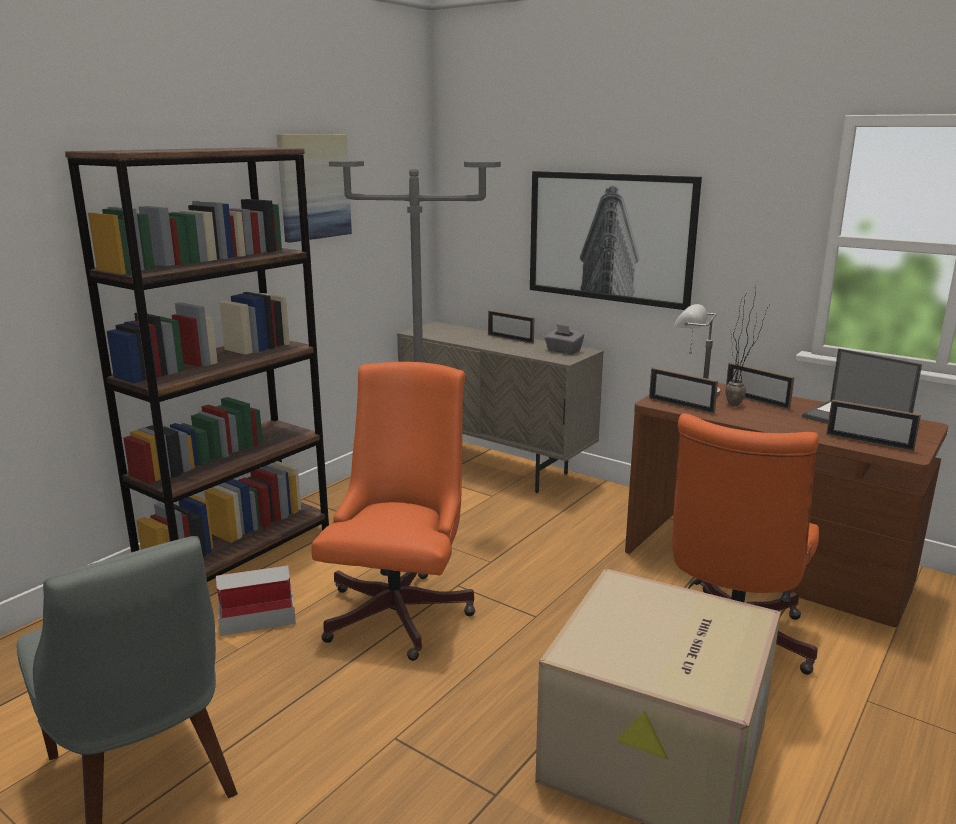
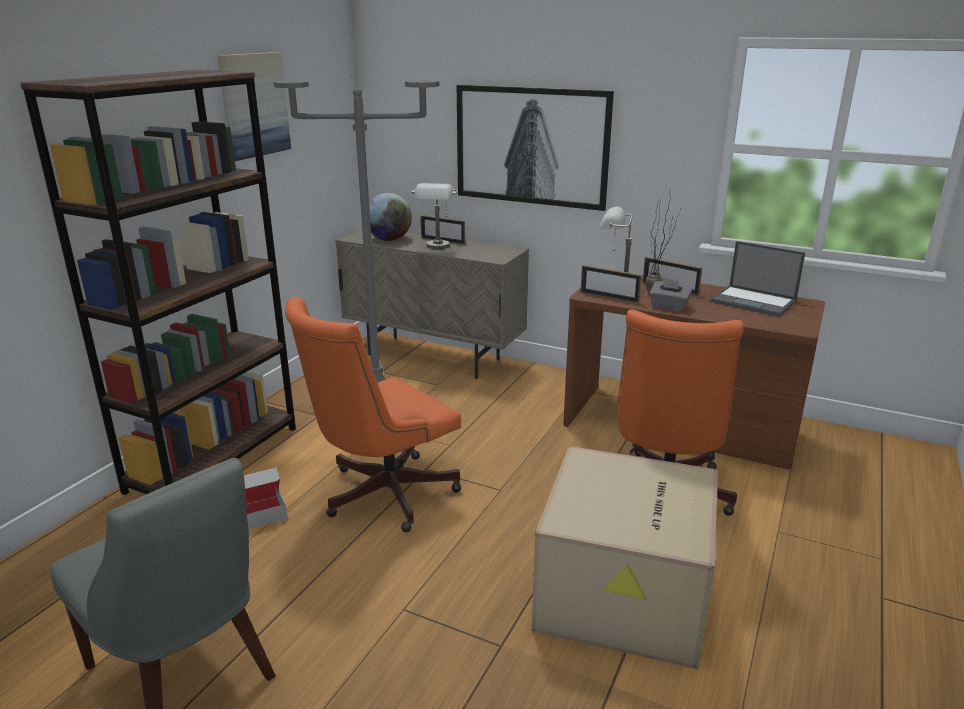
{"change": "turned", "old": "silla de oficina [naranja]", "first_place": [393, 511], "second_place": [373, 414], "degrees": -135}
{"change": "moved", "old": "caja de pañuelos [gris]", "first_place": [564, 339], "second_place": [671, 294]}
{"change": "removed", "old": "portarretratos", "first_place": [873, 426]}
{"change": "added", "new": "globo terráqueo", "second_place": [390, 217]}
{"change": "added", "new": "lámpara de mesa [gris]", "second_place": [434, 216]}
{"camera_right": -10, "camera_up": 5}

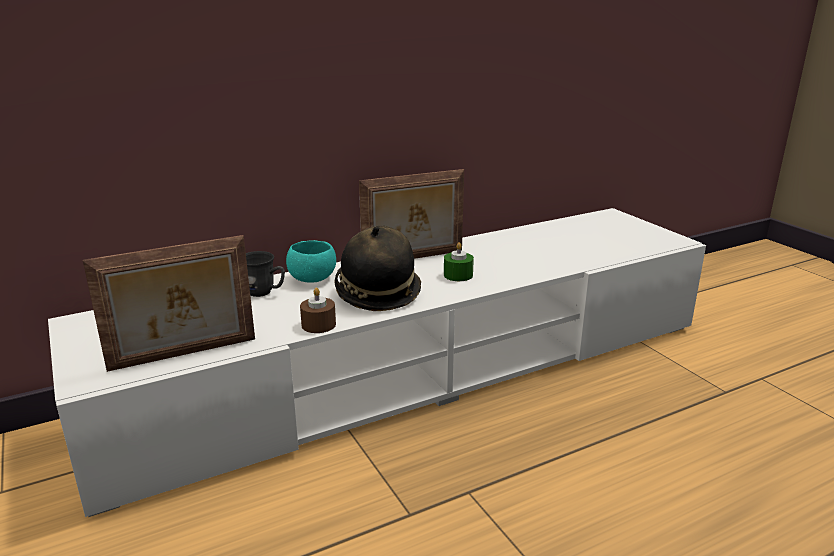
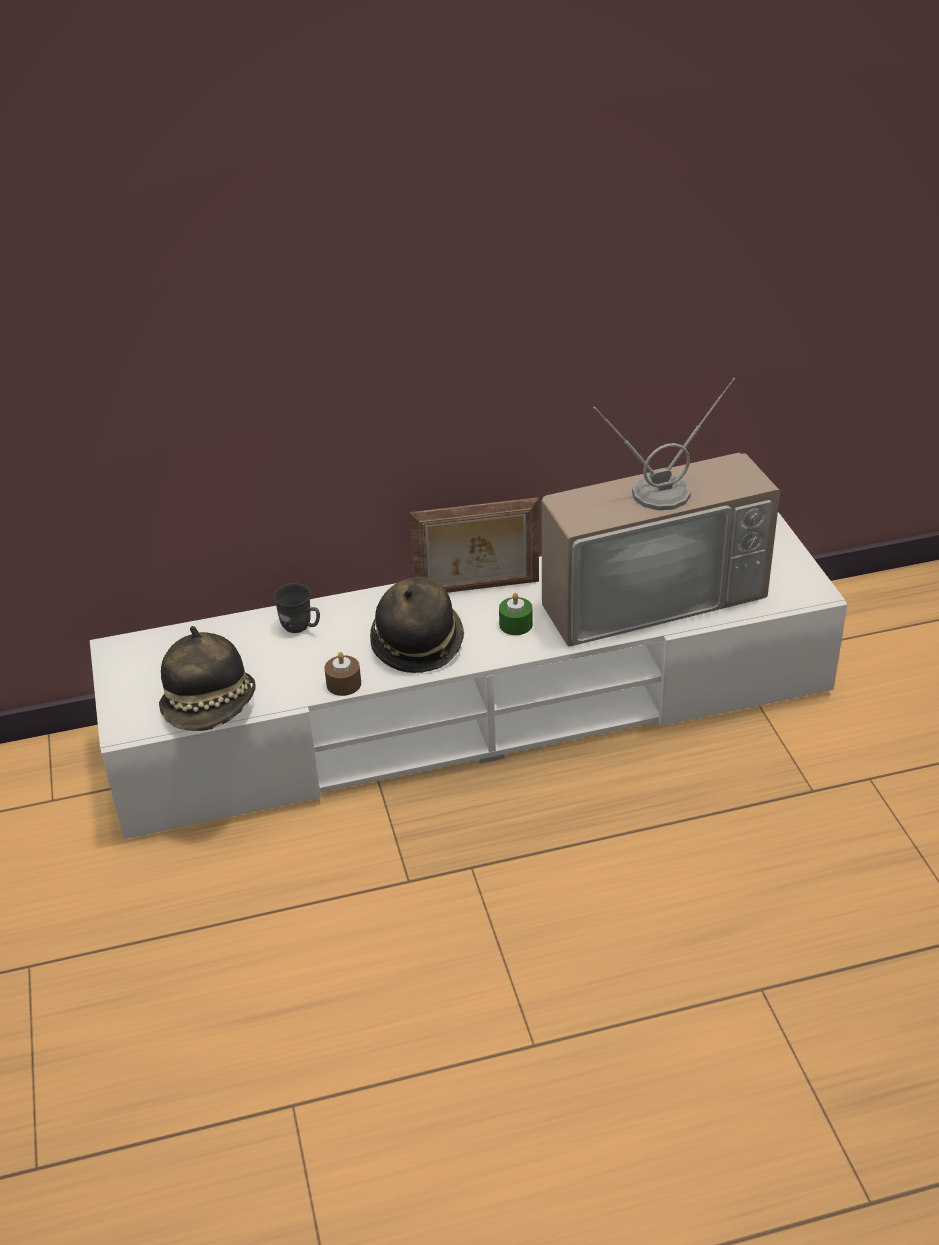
{"change": "replaced", "old": "portarretratos", "new": "sombrero", "first_place": [169, 303], "second_place": [207, 678]}
{"change": "removed", "old": "cuenco [turquesa]", "first_place": [311, 261]}
{"change": "added", "new": "televisor", "second_place": [661, 512]}
{"camera_right": 15, "camera_up": 15}

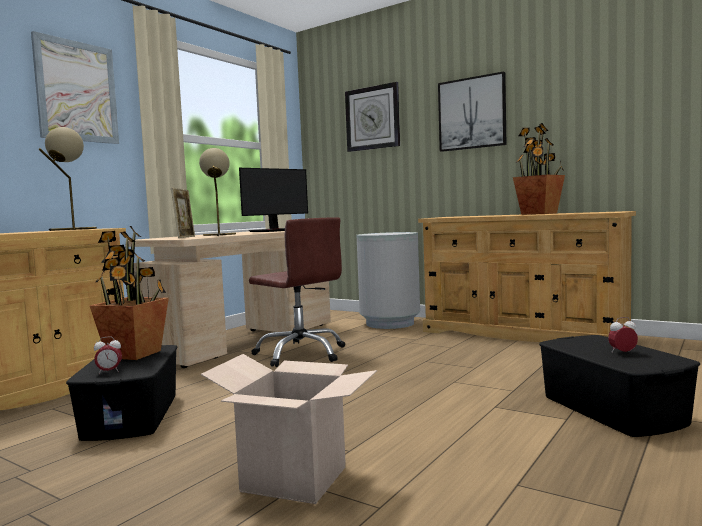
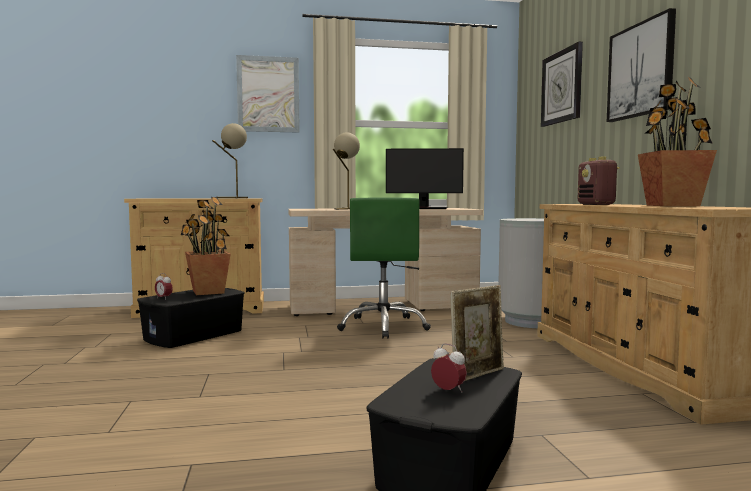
{"change": "moved", "old": "portarretratos", "first_place": [183, 212], "second_place": [477, 333]}
{"change": "removed", "old": "caja de cartón", "first_place": [289, 429]}
{"change": "recoloured", "old": "silla de oficina [marrón]", "new": "silla de oficina [verde]", "first_place": [297, 292], "second_place": [384, 268]}
{"change": "added", "new": "radio", "second_place": [599, 181]}
{"camera_right": 45, "camera_up": 0}

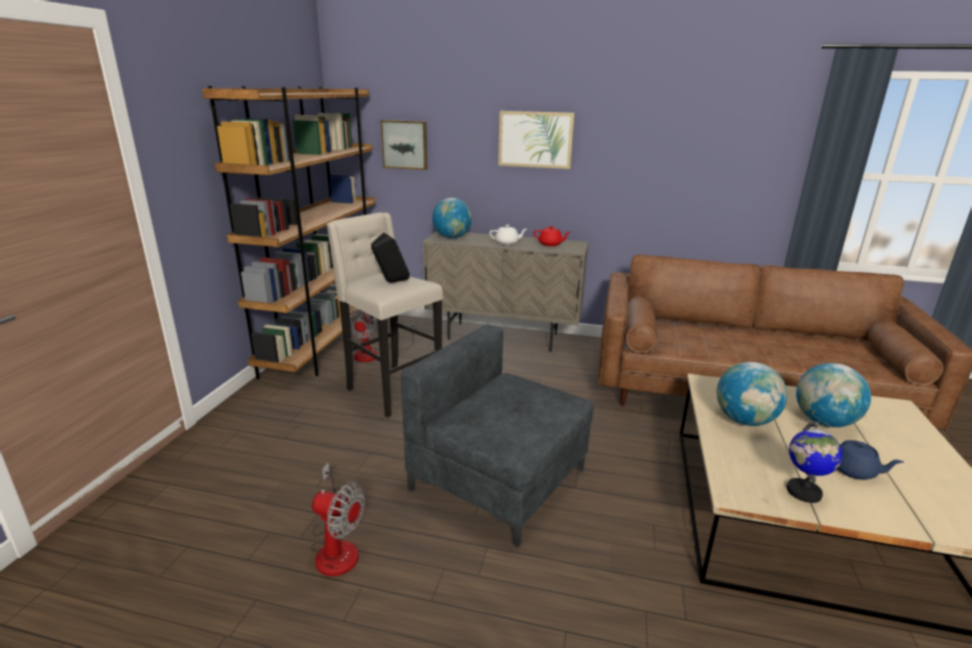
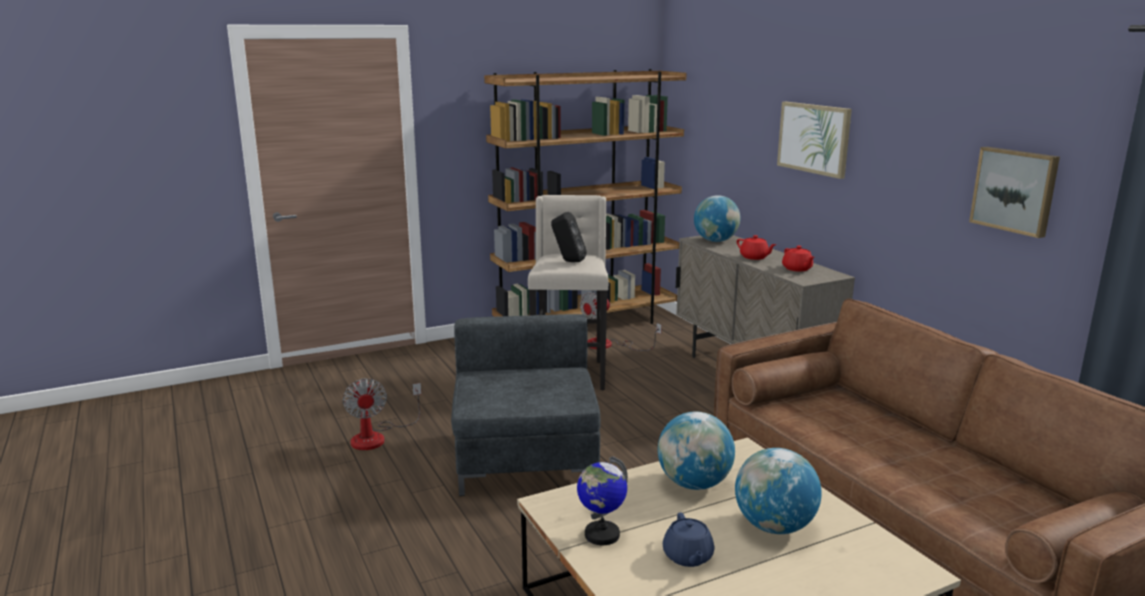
{"change": "moved", "old": "cuadro", "first_place": [404, 145], "second_place": [1014, 192]}
{"change": "recoloured", "old": "tetera [blanco]", "new": "tetera [rojo]", "first_place": [508, 235], "second_place": [757, 247]}
{"camera_right": 50, "camera_up": -5}

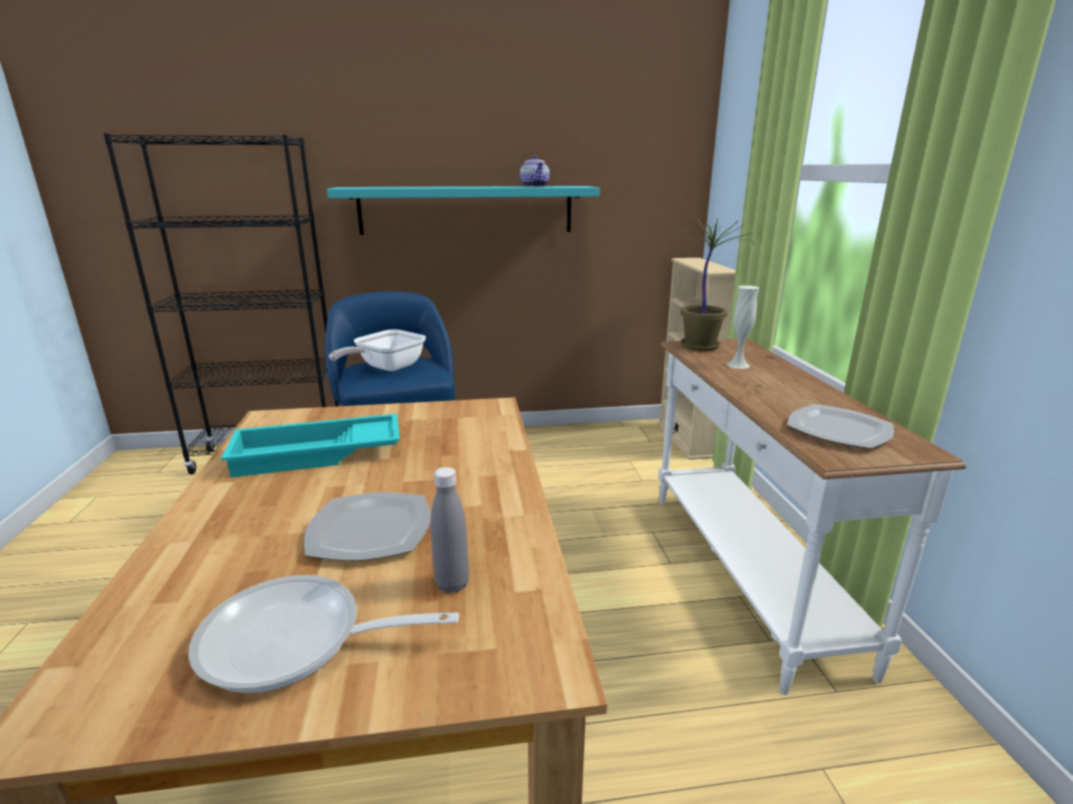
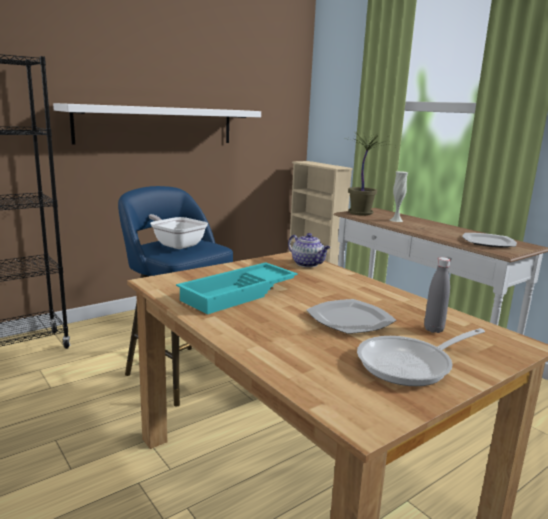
{"change": "recoloured", "old": "estante [turquesa]", "new": "estante [blanco]", "first_place": [463, 210], "second_place": [157, 123]}
{"change": "turned", "old": "sartén", "first_place": [377, 350], "second_place": [178, 231], "degrees": 120}
{"change": "moved", "old": "tetera", "first_place": [535, 171], "second_place": [309, 250]}
{"camera_right": -30, "camera_up": -5}

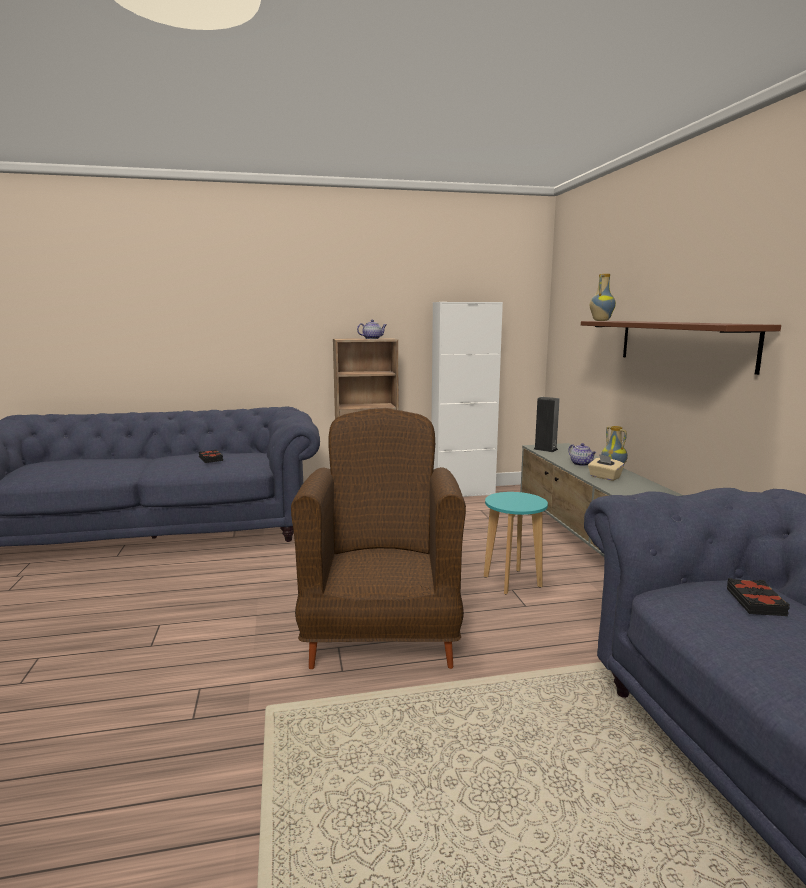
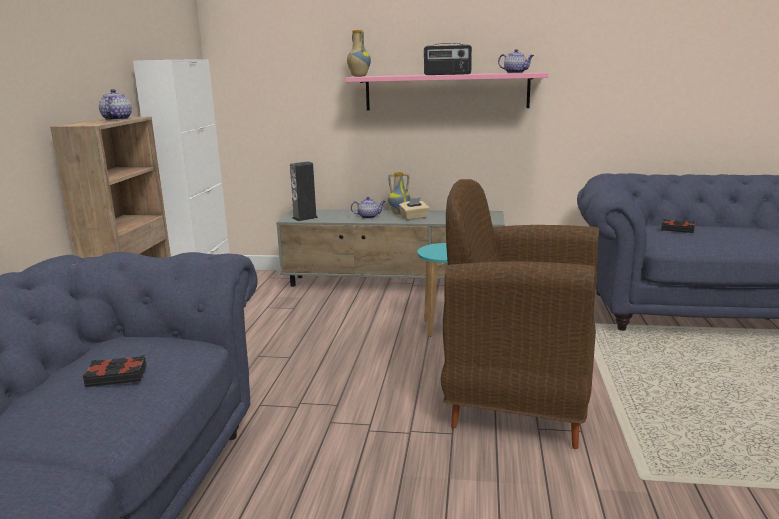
{"change": "recoloured", "old": "estante [marrón]", "new": "estante [rosa]", "first_place": [681, 348], "second_place": [446, 91]}
{"change": "added", "new": "radio", "second_place": [448, 59]}
{"change": "added", "new": "tetera", "second_place": [516, 61]}
{"camera_right": -70, "camera_up": 5}

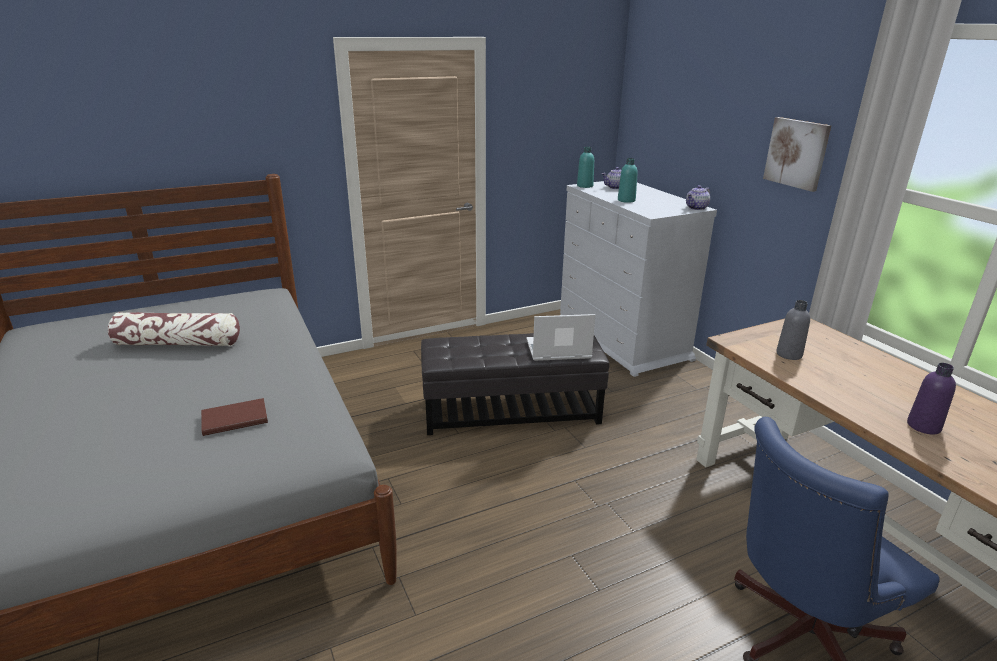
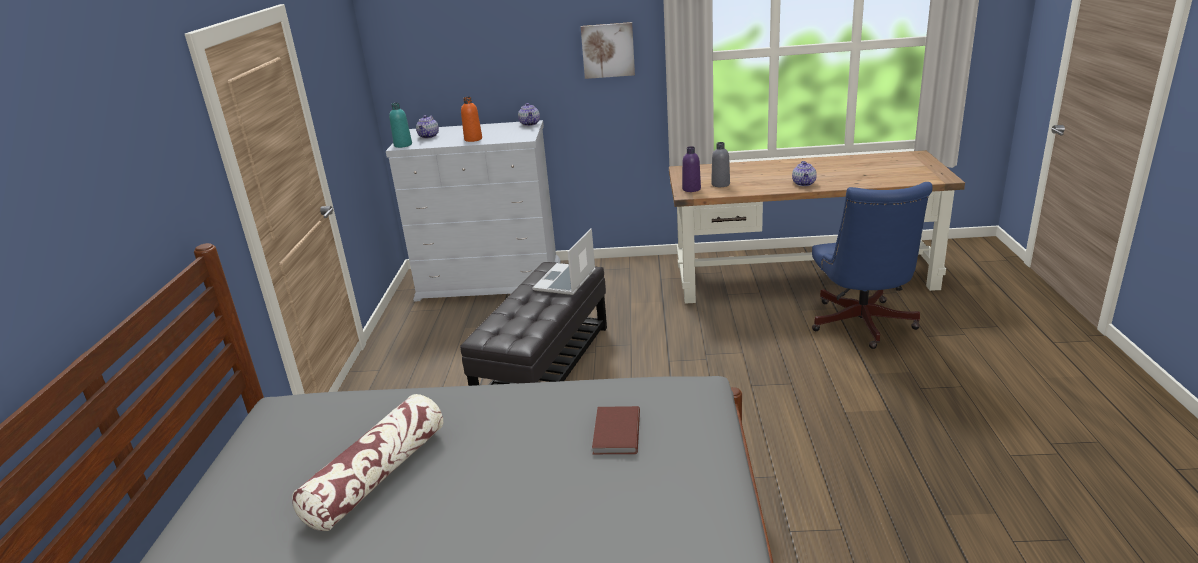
{"change": "recoloured", "old": "botella [turquesa]", "new": "botella [naranja]", "first_place": [628, 180], "second_place": [471, 119]}
{"change": "moved", "old": "botella [morado]", "first_place": [931, 399], "second_place": [691, 169]}
{"change": "added", "new": "tetera", "second_place": [804, 173]}
{"camera_right": -60, "camera_up": 0}

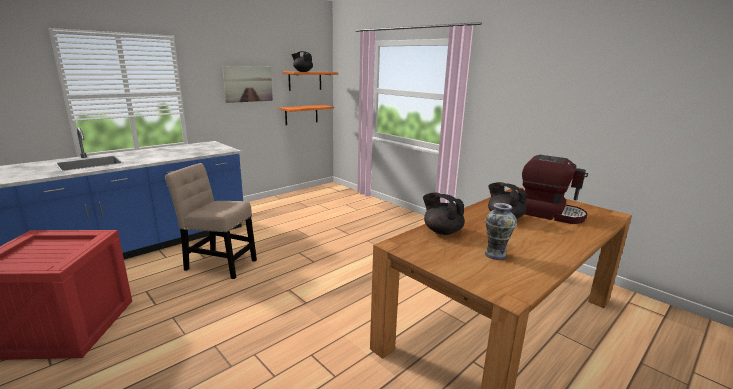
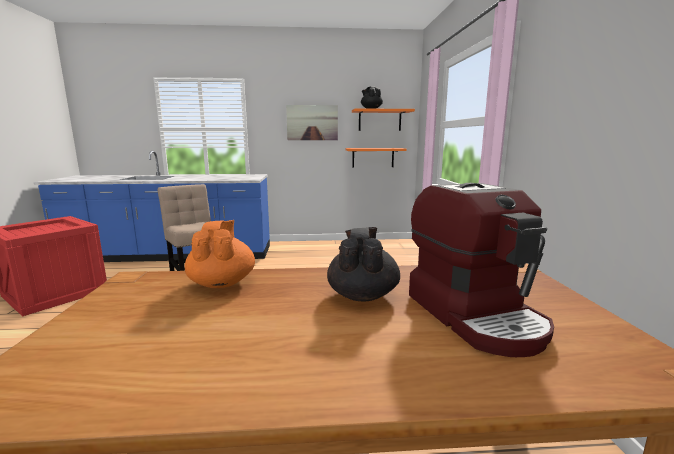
{"change": "recoloured", "old": "tetera [negro]", "new": "tetera [naranja]", "first_place": [444, 214], "second_place": [220, 254]}
{"change": "removed", "old": "florero", "first_place": [501, 231]}
{"camera_right": 40, "camera_up": -5}

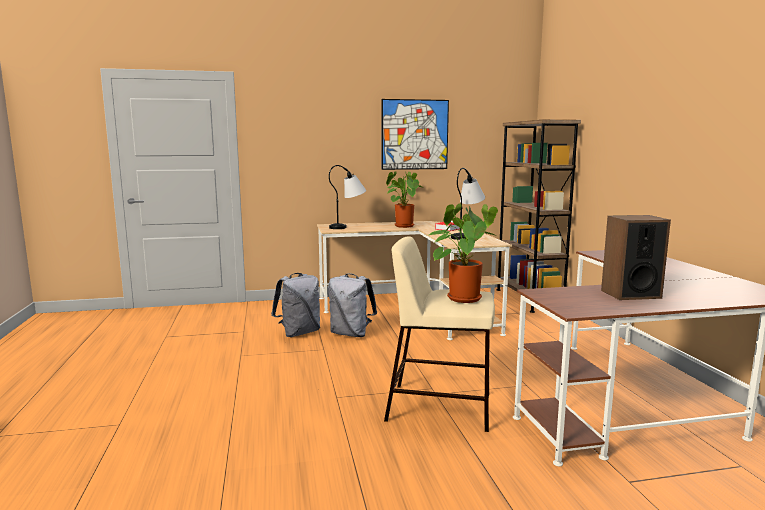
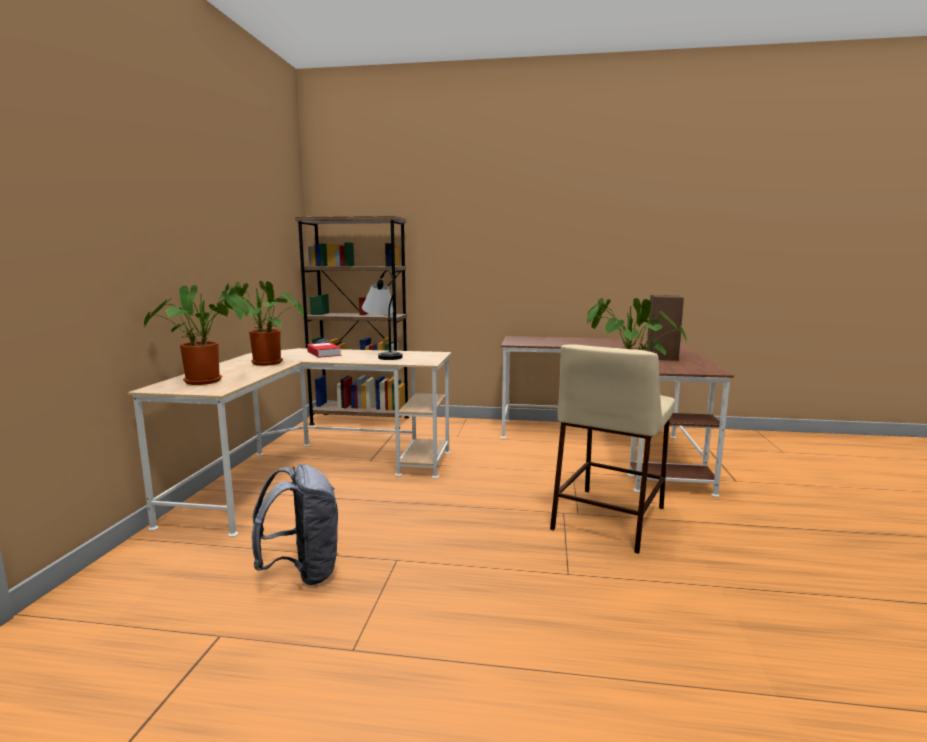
{"change": "removed", "old": "mochila [gris]", "first_place": [352, 305]}
{"change": "replaced", "old": "lámpara de mesa", "new": "planta en maceta", "first_place": [347, 197], "second_place": [197, 335]}
{"change": "removed", "old": "cuadro", "first_place": [415, 134]}
{"camera_right": -70, "camera_up": 0}

